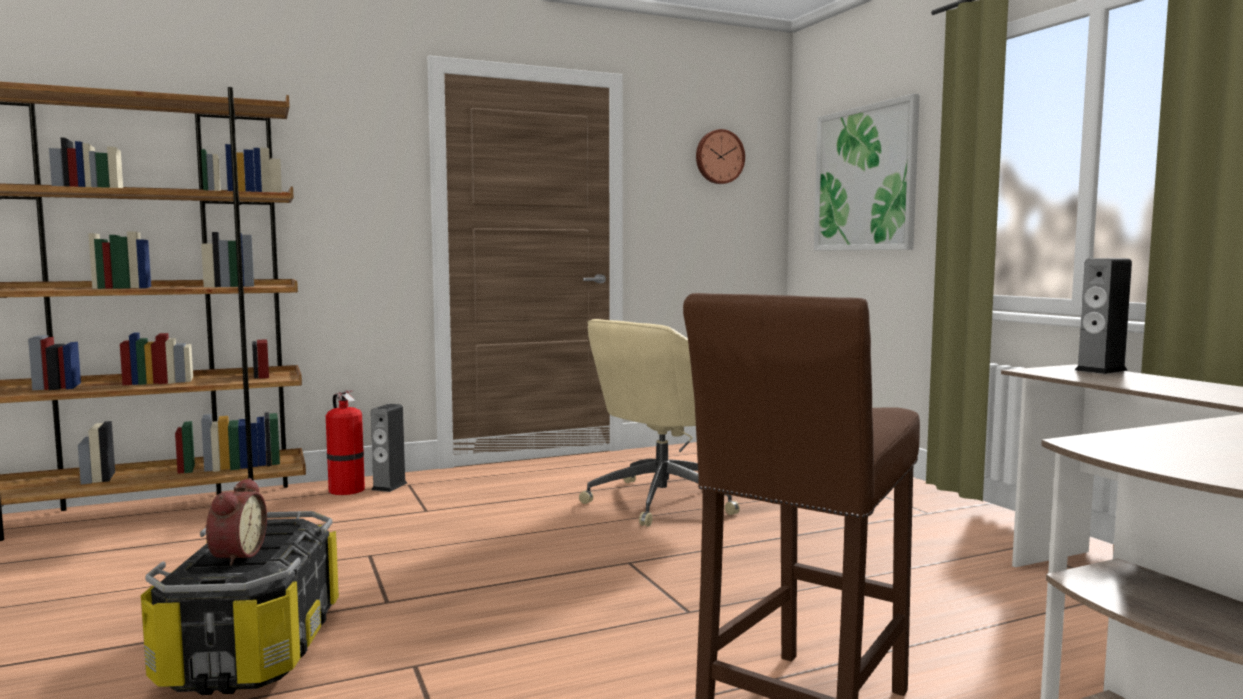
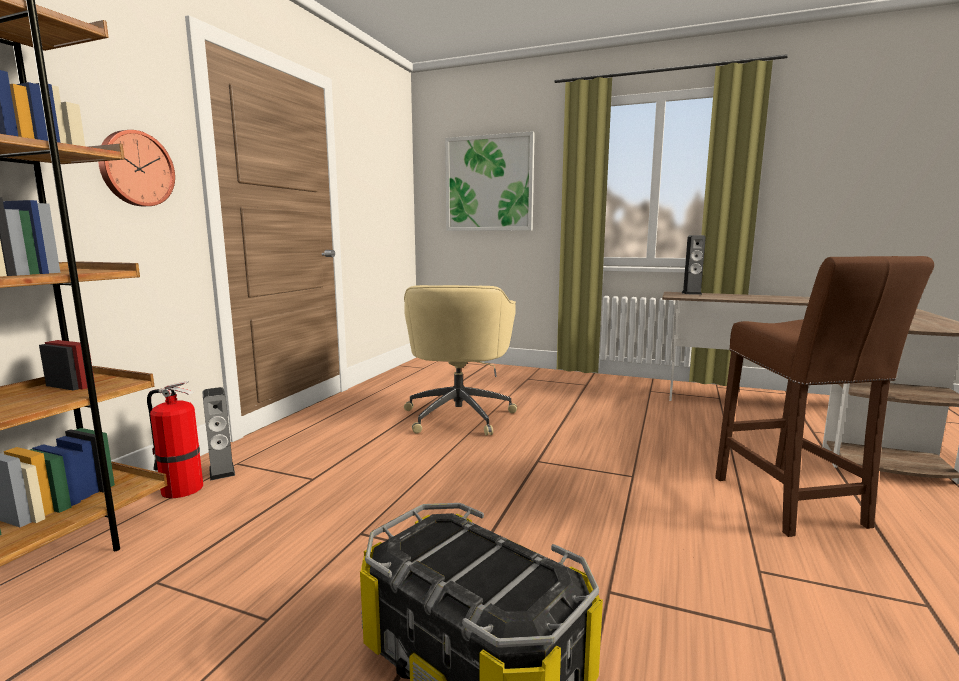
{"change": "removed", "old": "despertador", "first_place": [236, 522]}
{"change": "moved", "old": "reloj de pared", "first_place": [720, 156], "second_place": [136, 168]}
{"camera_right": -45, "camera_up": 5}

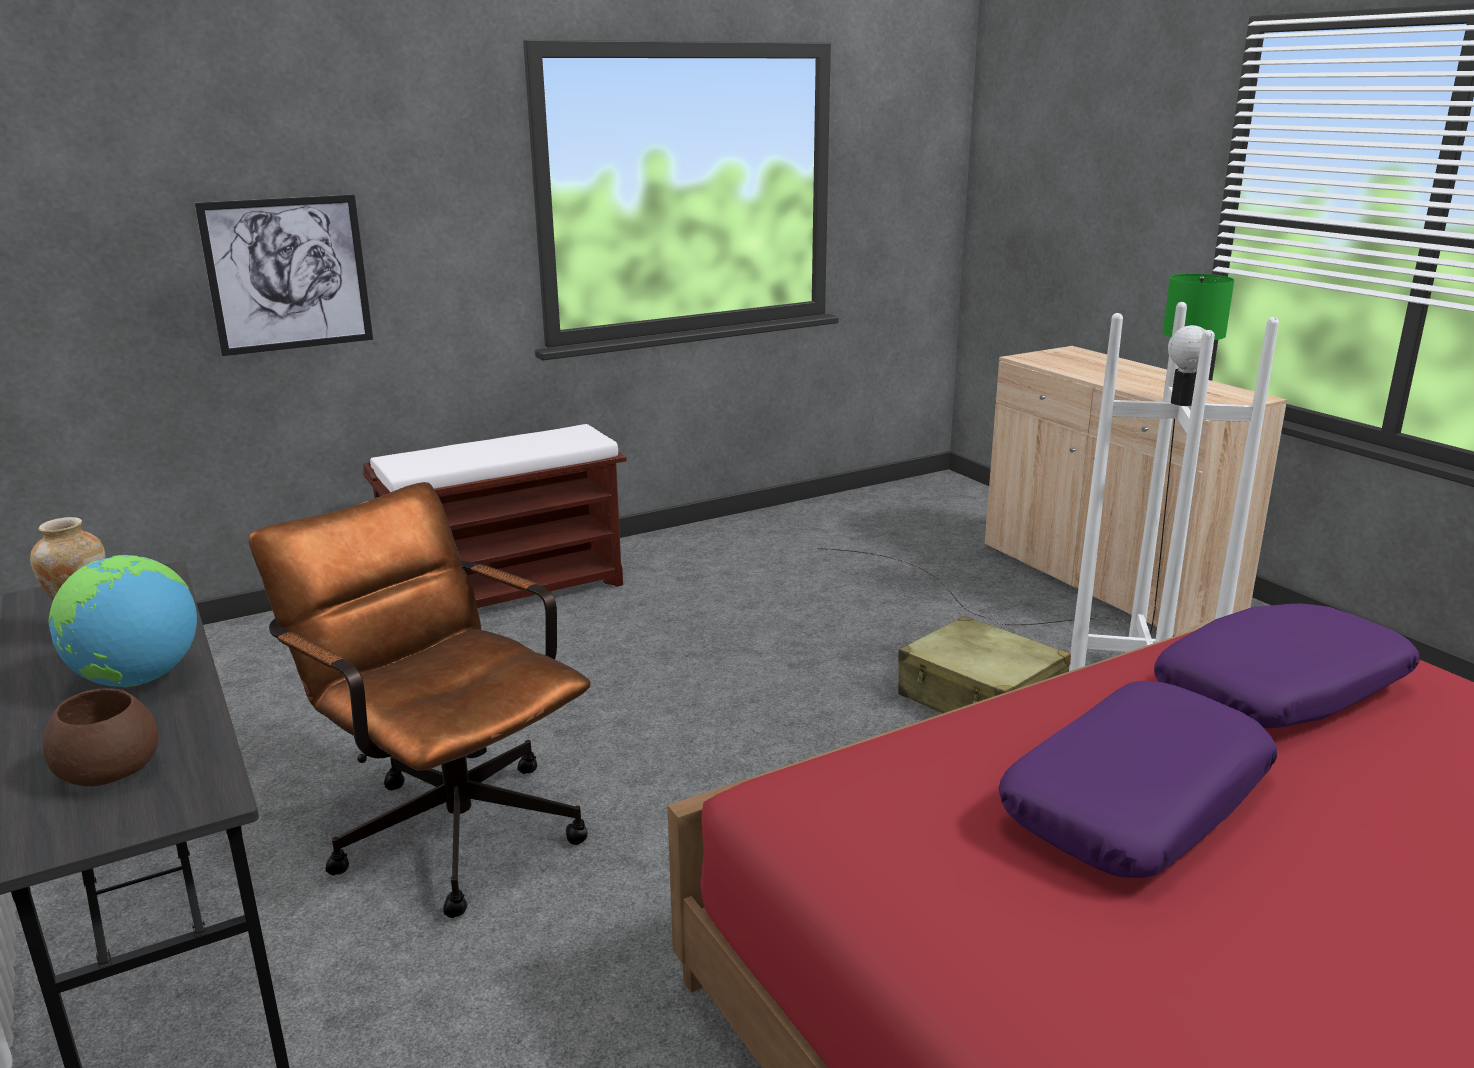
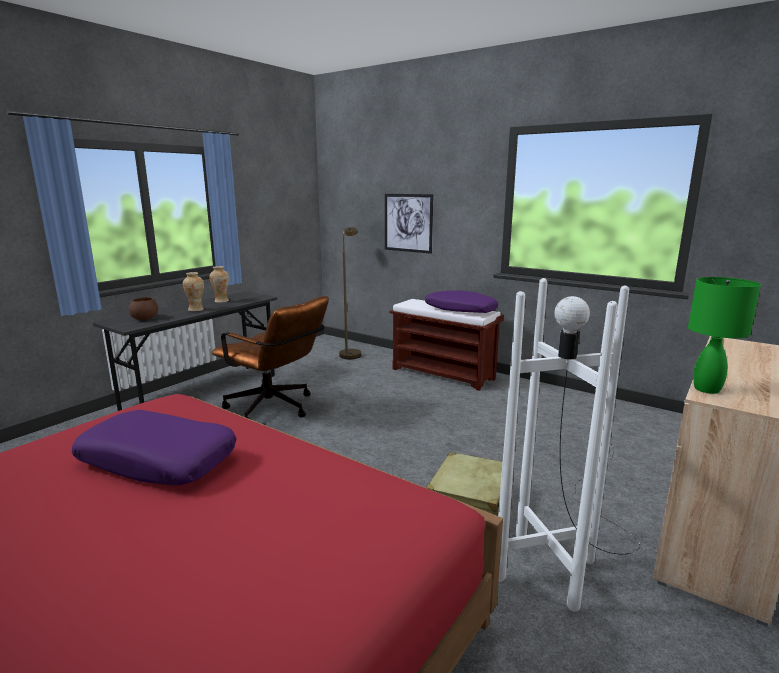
{"change": "replaced", "old": "globo terráqueo", "new": "florero", "first_place": [123, 621], "second_place": [193, 291]}
{"change": "turned", "old": "silla de oficina [marrón]", "first_place": [419, 700], "second_place": [270, 357], "degrees": 105}
{"change": "moved", "old": "cojín [morado]", "first_place": [1287, 666], "second_place": [461, 301]}
{"change": "added", "new": "lámpara de pie [marrón]", "second_place": [350, 293]}
{"camera_right": 65, "camera_up": -5}

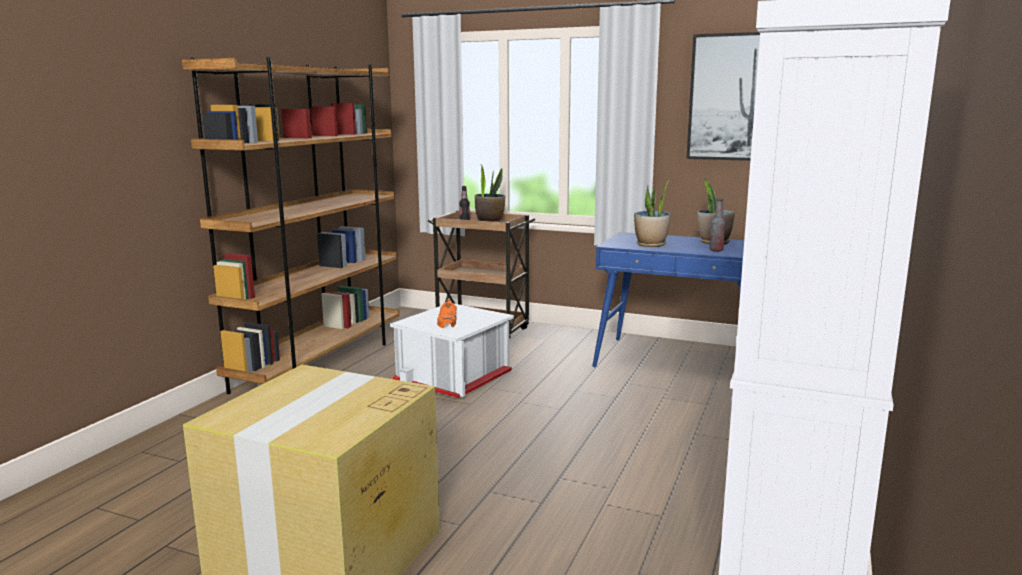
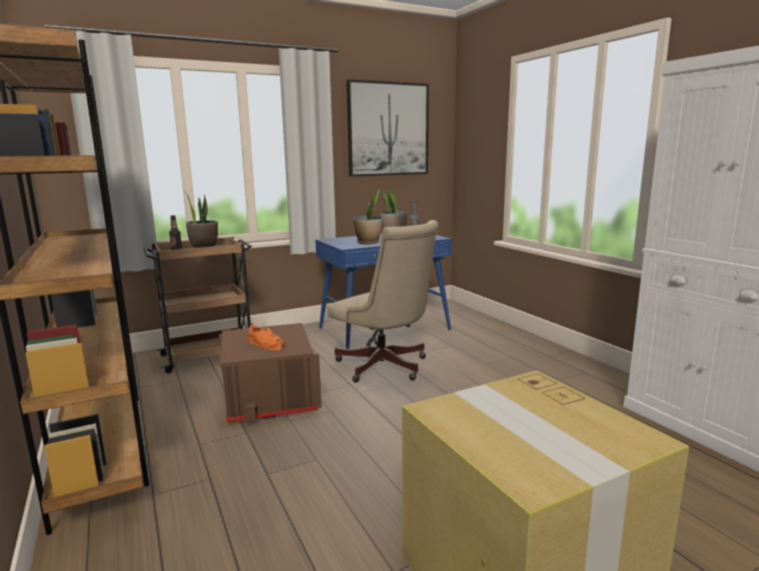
{"change": "recoloured", "old": "caja de almacenaje [blanco]", "new": "caja de almacenaje [marrón]", "first_place": [452, 350], "second_place": [270, 372]}
{"change": "added", "new": "silla de oficina [beis]", "second_place": [383, 301]}
{"camera_right": -50, "camera_up": 0}

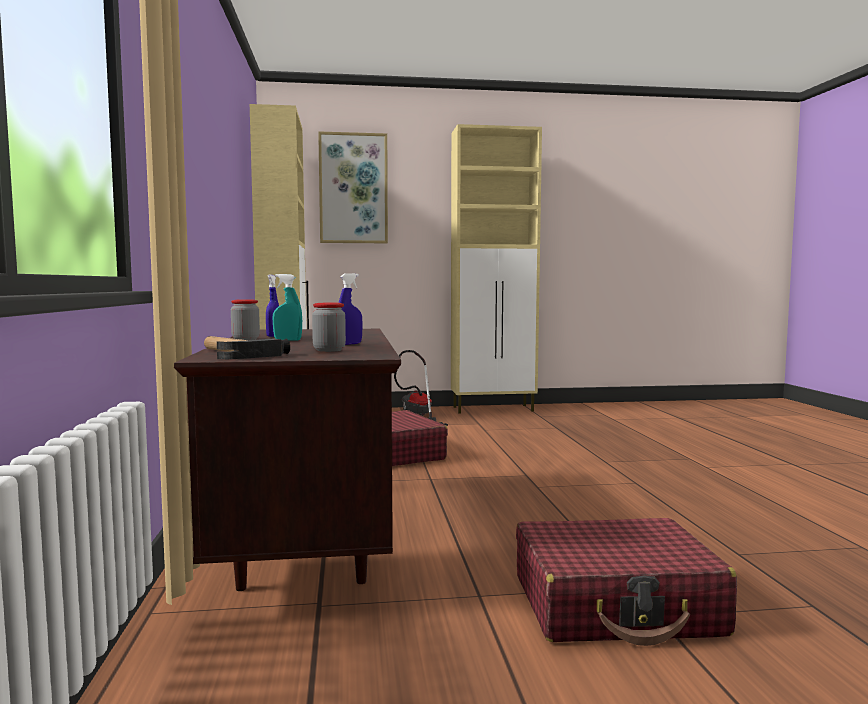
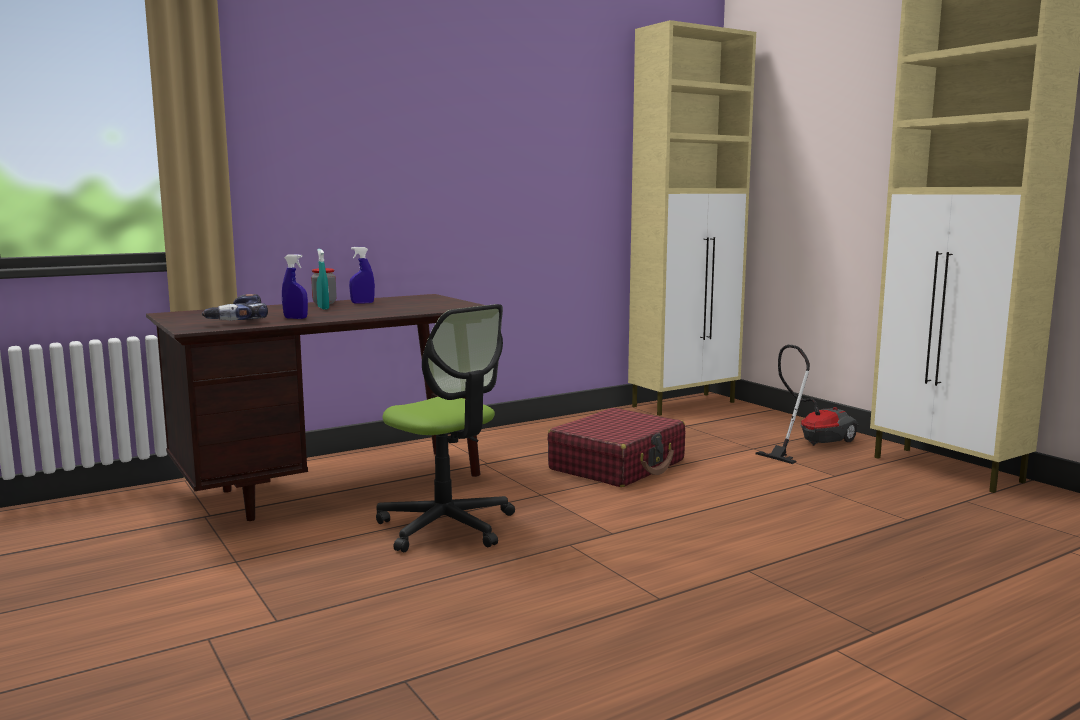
{"change": "removed", "old": "martillo", "first_place": [247, 347]}
{"change": "replaced", "old": "tarro", "new": "taladro", "first_place": [329, 327], "second_place": [235, 307]}
{"change": "removed", "old": "cuadro", "first_place": [353, 187]}
{"change": "removed", "old": "maleta [rojo]", "first_place": [626, 582]}
{"change": "added", "new": "silla de oficina", "second_place": [445, 428]}
{"camera_right": 65, "camera_up": 5}

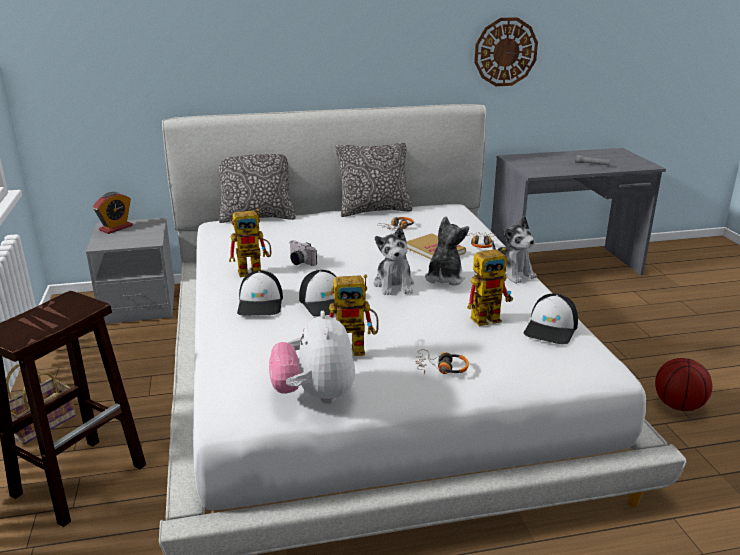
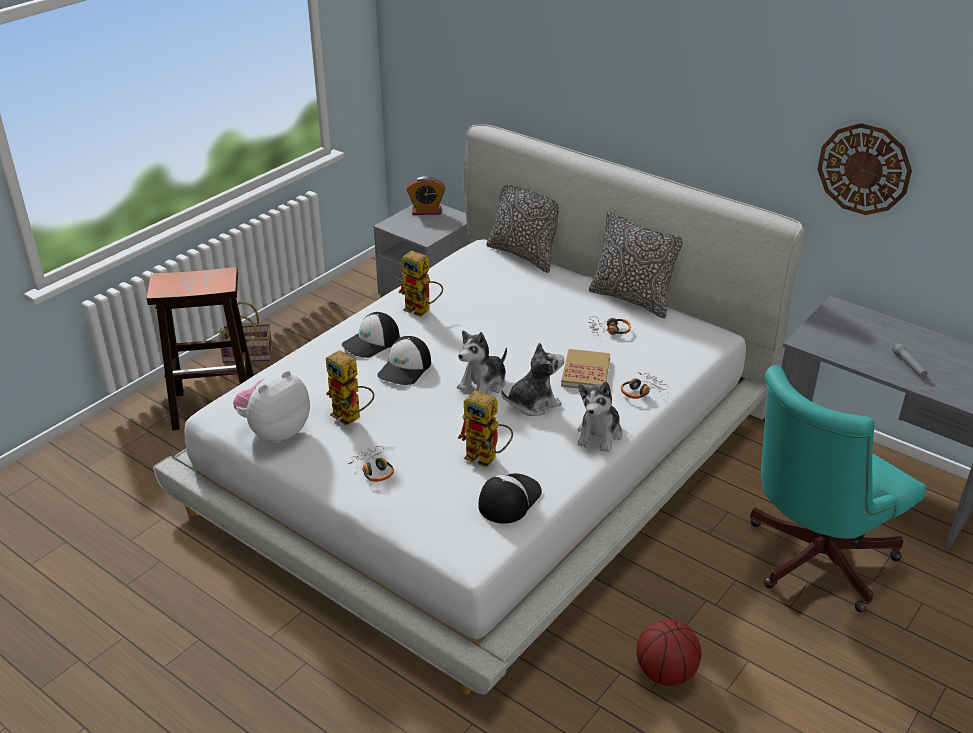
{"change": "removed", "old": "cámara", "first_place": [303, 253]}
{"change": "turned", "old": "gorra", "first_place": [550, 319], "second_place": [510, 498], "degrees": 135}
{"change": "added", "new": "silla de oficina [turquesa]", "second_place": [838, 488]}
{"camera_right": 50, "camera_up": 10}

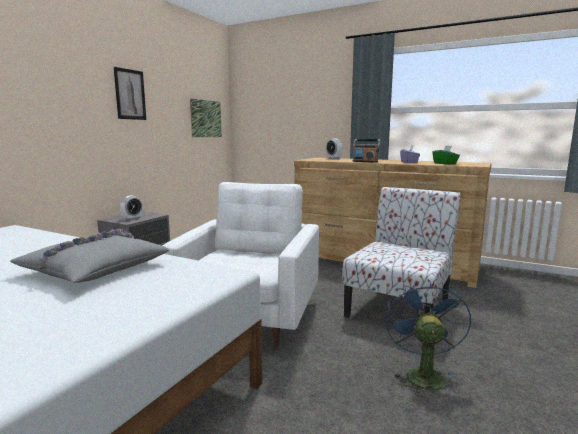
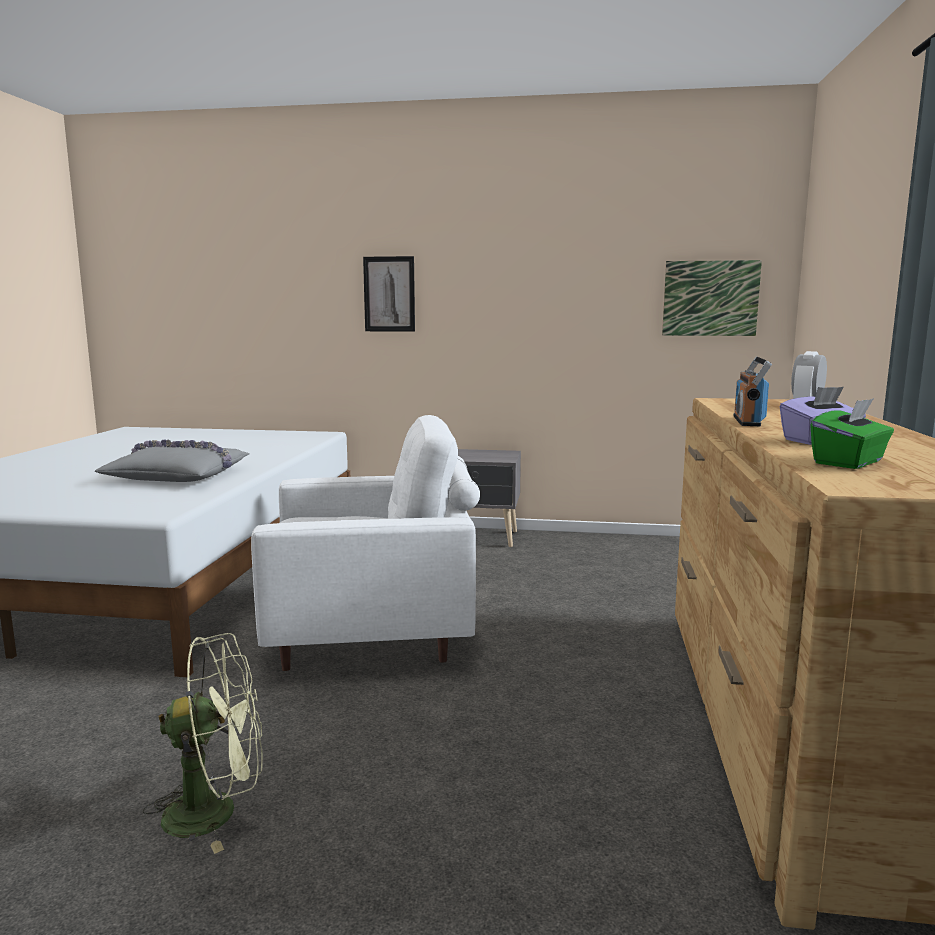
{"change": "moved", "old": "cuadro", "first_place": [130, 93], "second_place": [389, 294]}
{"change": "removed", "old": "despertador", "first_place": [131, 207]}
{"change": "removed", "old": "silla", "first_place": [401, 252]}
{"change": "recoloured", "old": "ventilador [azul]", "new": "ventilador [verde]", "first_place": [428, 338], "second_place": [202, 743]}
{"camera_right": 70, "camera_up": 0}

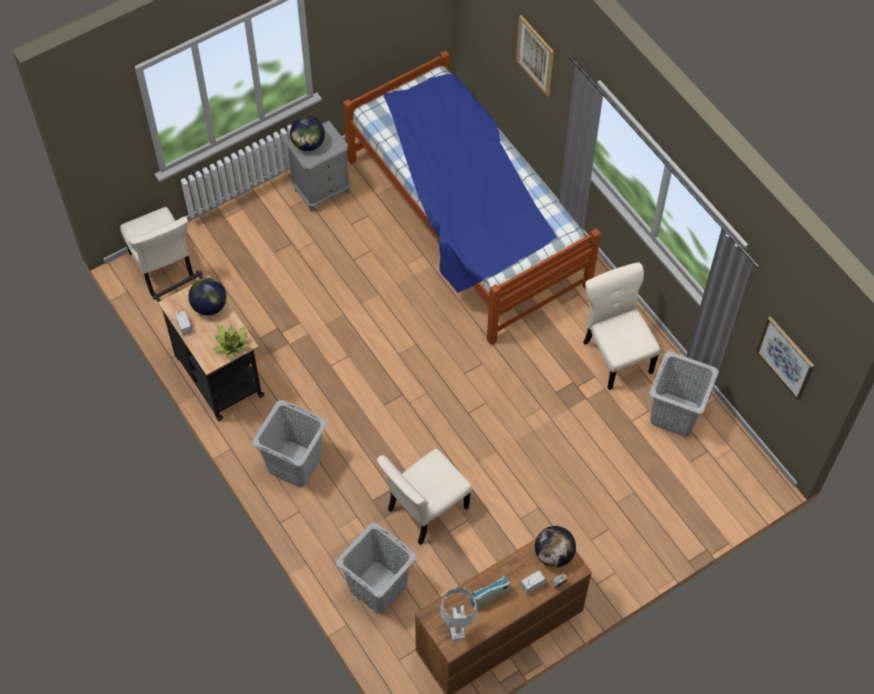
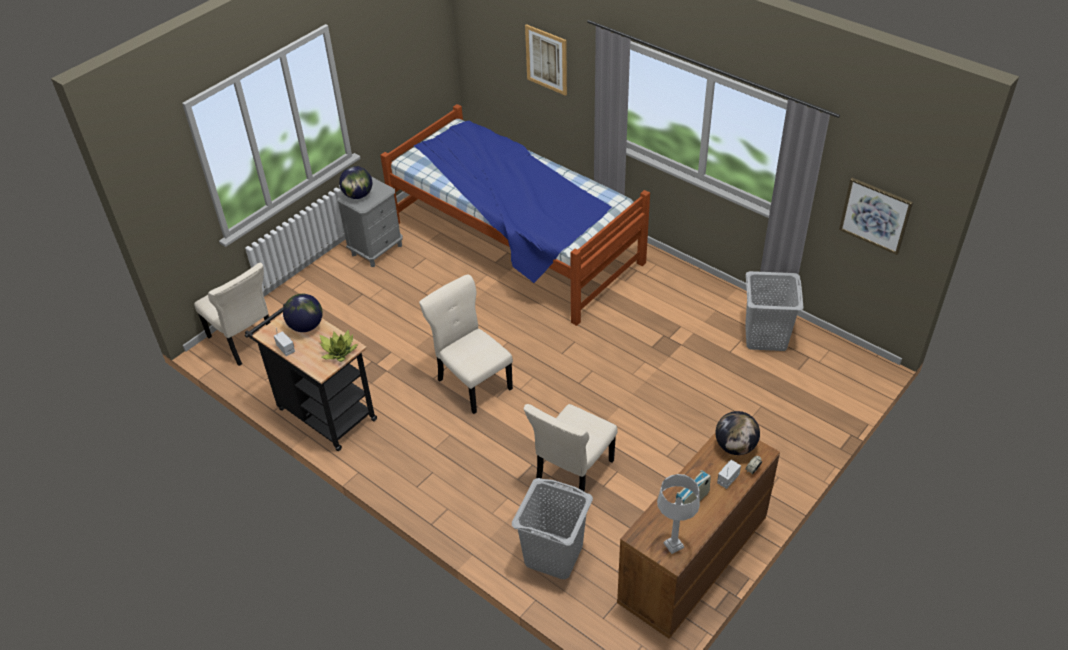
{"change": "removed", "old": "cesto de la ropa [gris]", "first_place": [289, 443]}
{"change": "moved", "old": "silla [beis]", "first_place": [621, 326], "second_place": [466, 344]}
{"camera_right": -15, "camera_up": -15}

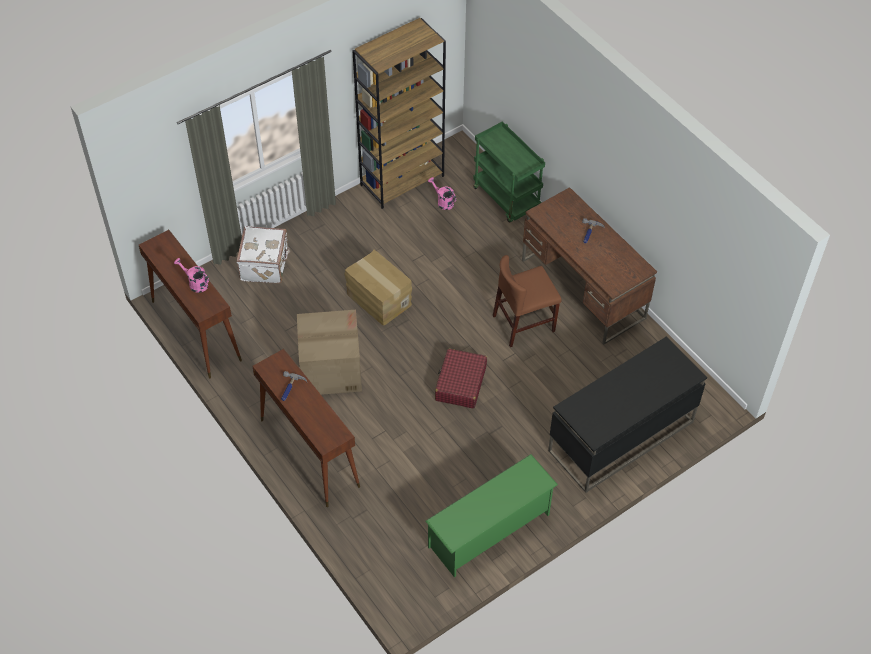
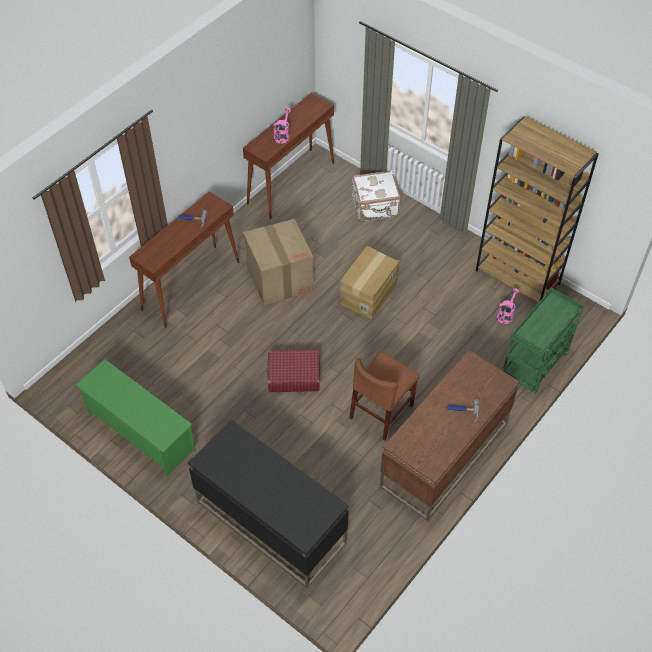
{"change": "turned", "old": "silla [marrón]", "first_place": [527, 301], "second_place": [384, 396], "degrees": -105}
{"camera_right": 75, "camera_up": 0}

